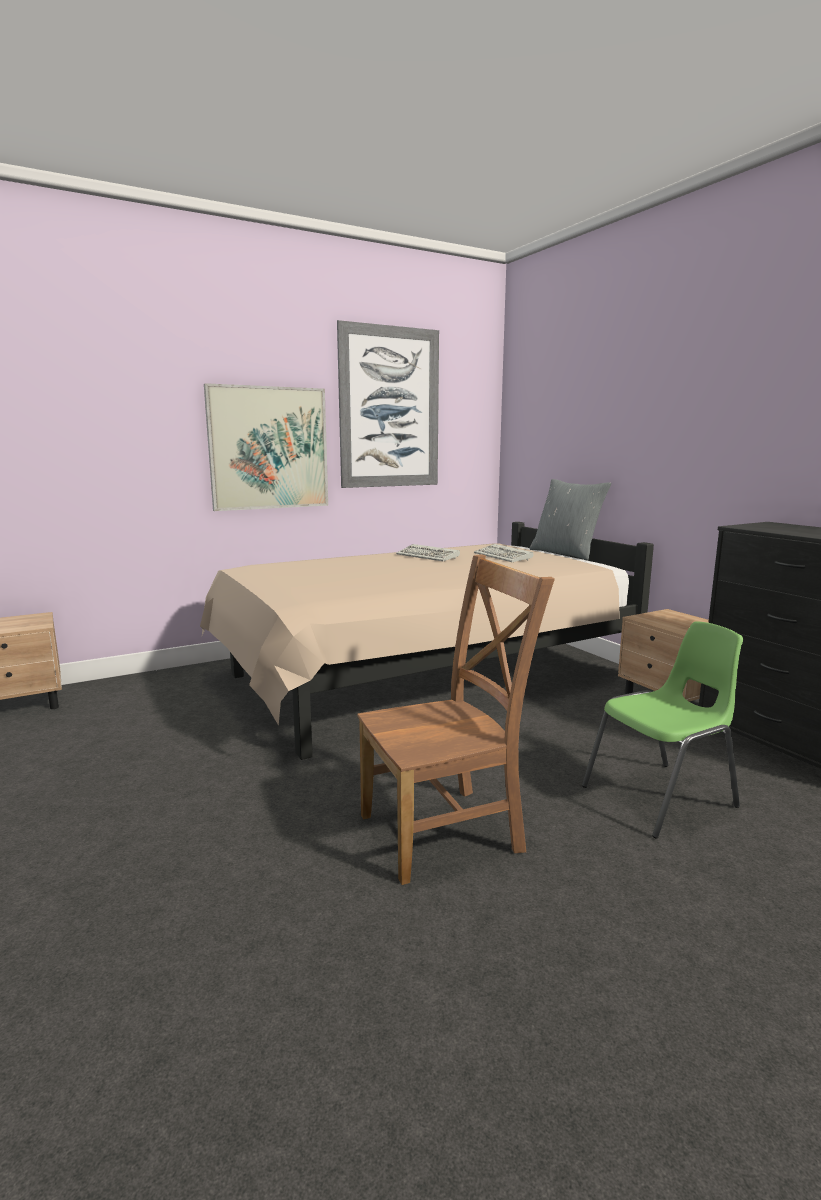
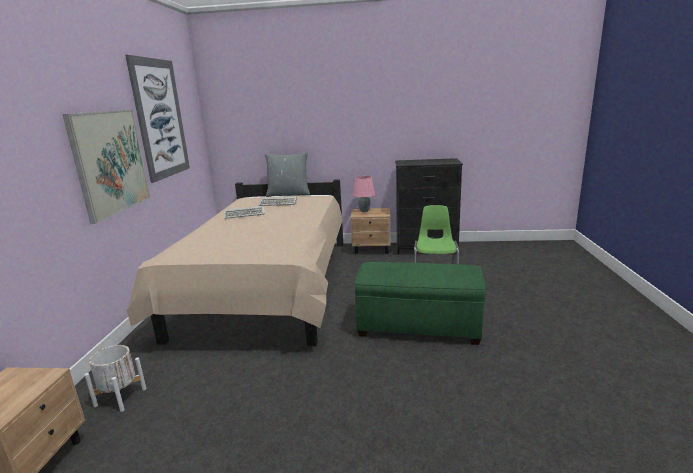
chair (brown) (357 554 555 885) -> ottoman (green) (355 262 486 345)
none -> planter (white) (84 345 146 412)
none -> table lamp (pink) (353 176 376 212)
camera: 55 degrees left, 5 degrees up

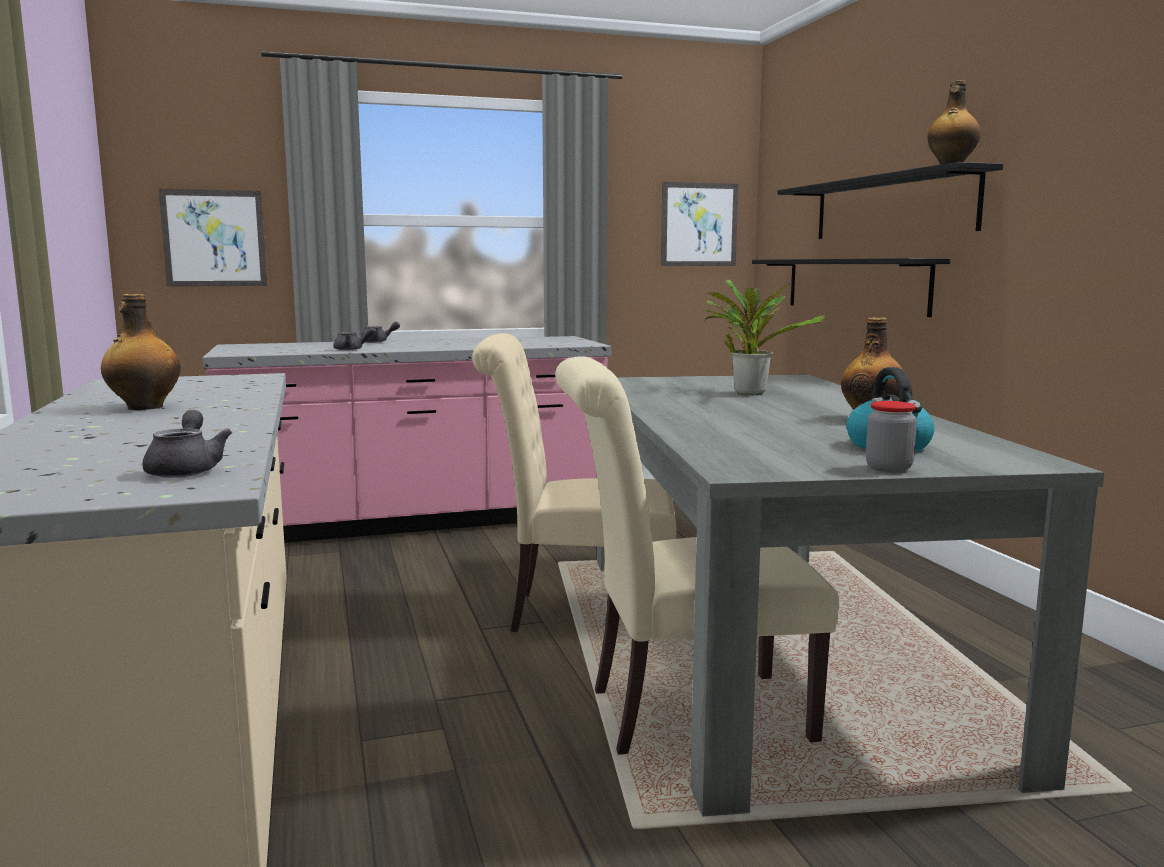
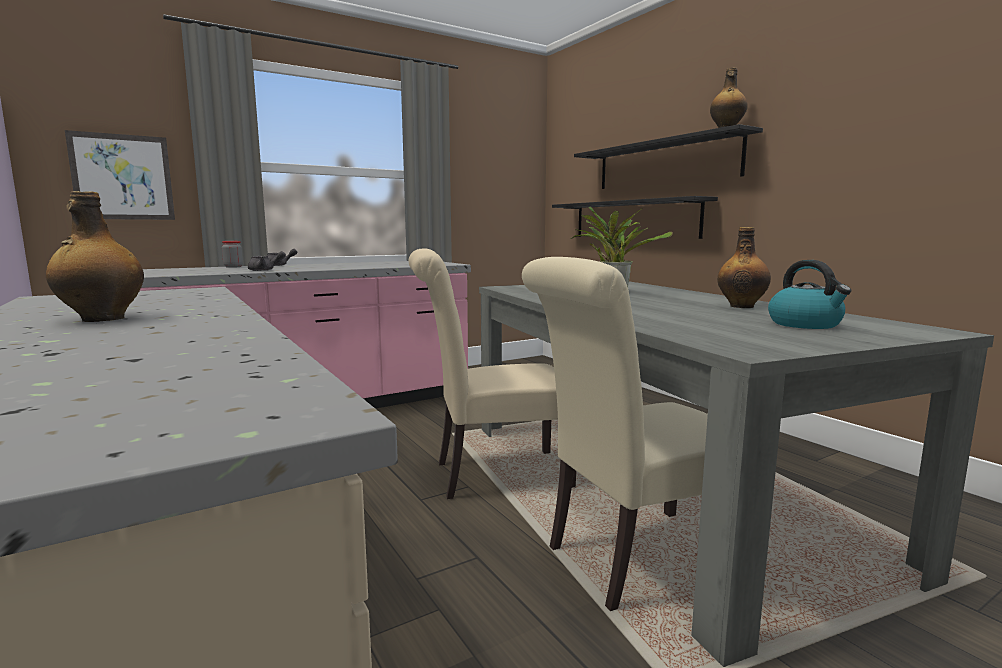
teapot (grey) (143 410 232 478) -> none
picture (661 182 738 266) -> none
jar (866 401 917 473) -> jar (222 241 243 268), relocated
camera: 15 degrees left, 0 degrees up

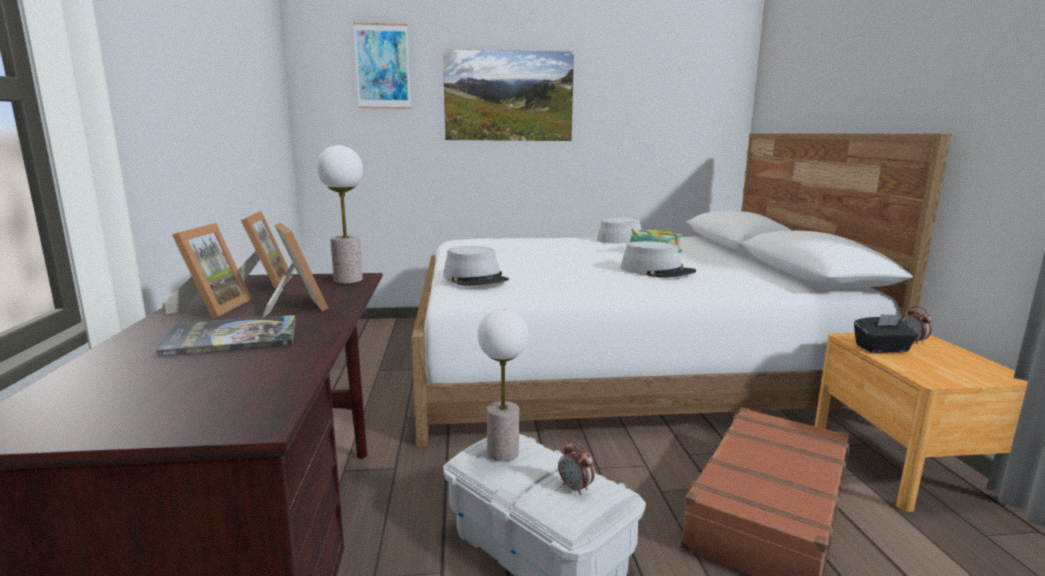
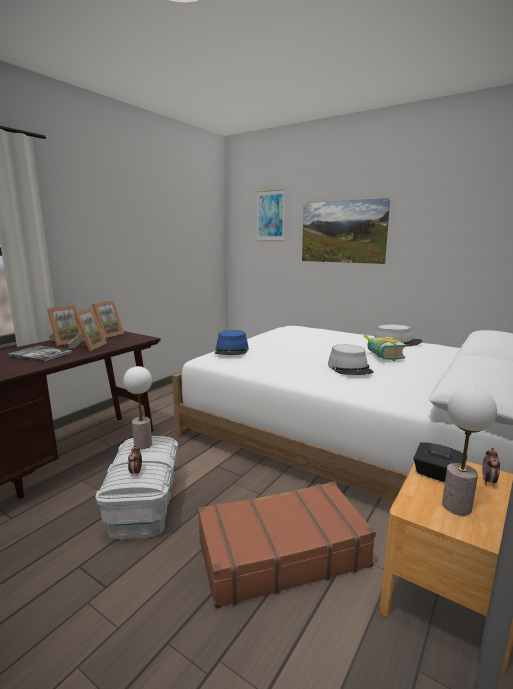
table lamp (317 145 363 284) -> table lamp (442 387 497 516), relocated
hat (grey) (443 246 509 286) -> hat (blue) (215 330 249 355)
camera: 40 degrees right, 0 degrees up

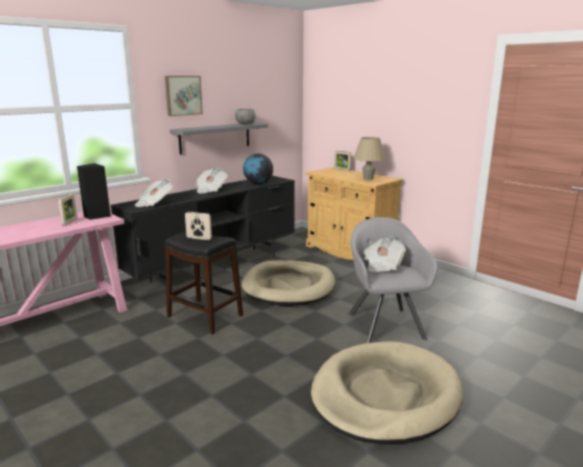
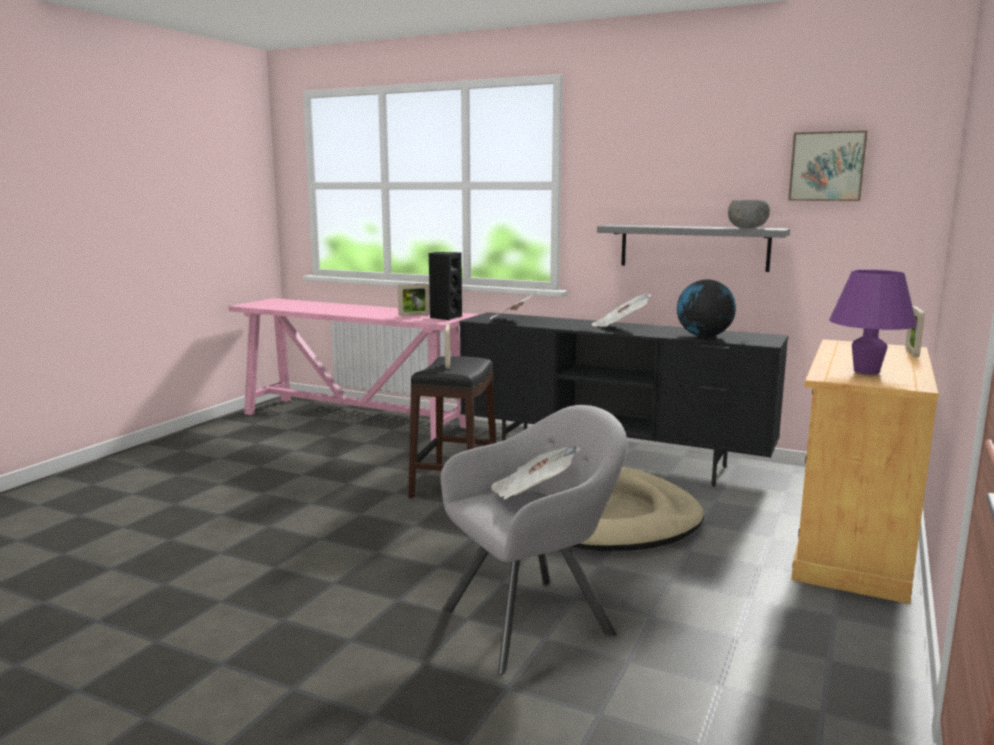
picture (165 76 203 116) -> picture (788 131 868 201), relocated
dog bed (beige) (311 341 463 444) -> none
table lamp (beige) (353 137 386 180) -> table lamp (purple) (829 269 917 375)
camera: 70 degrees right, 5 degrees down

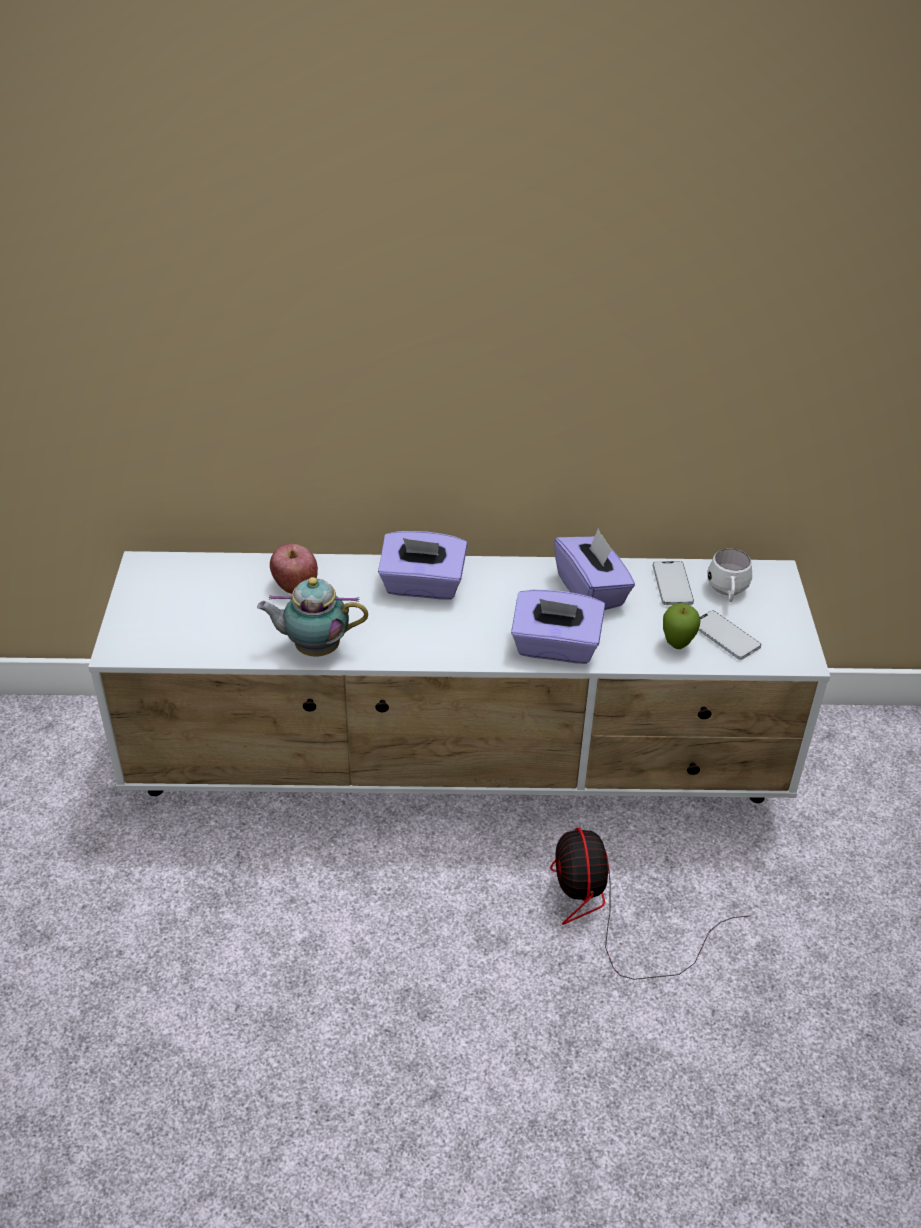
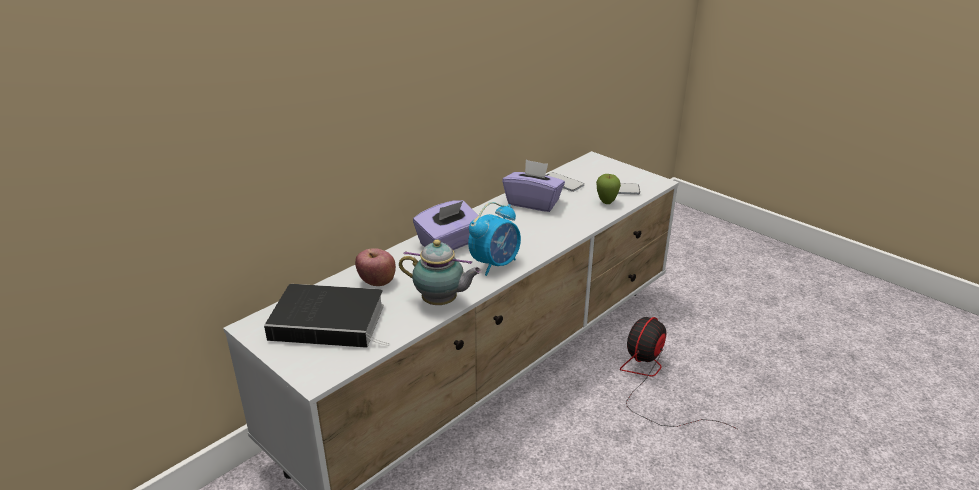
teapot (257 577 368 657) -> teapot (399 239 482 305), 120 degrees counterclockwise
tissue box (purple) (511 589 605 664) -> none
fan (550 827 751 980) -> fan (620 317 737 429), 90 degrees clockwise
mug (white) (707 549 752 602) -> none
none -> book (264 284 390 348)
none -> alarm clock (468 202 521 276)
camera: 45 degrees left, 10 degrees down

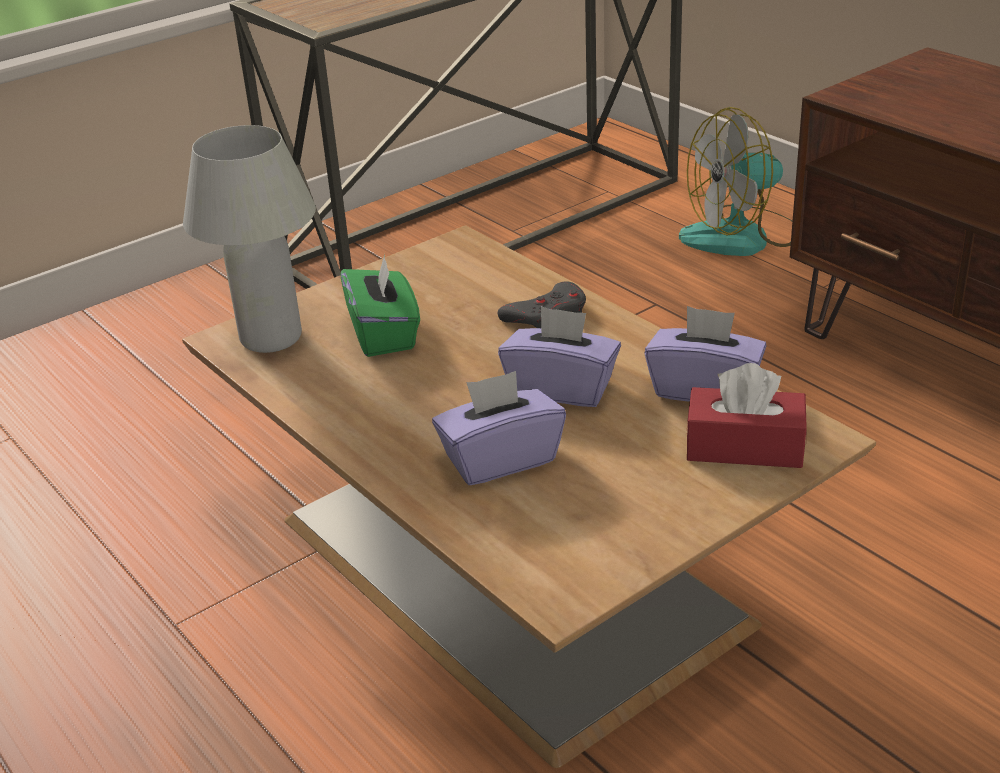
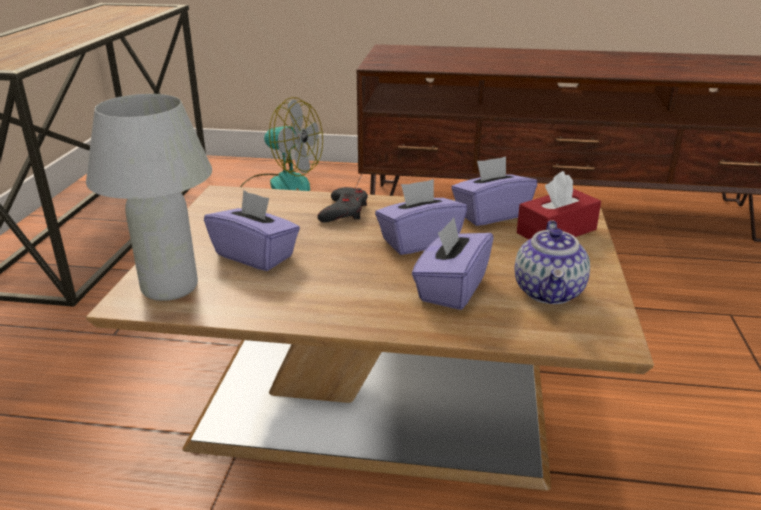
tissue box (green) (340 254 420 357) -> tissue box (purple) (204 190 300 271)
fan (679 107 792 256) -> fan (240 97 323 191), 90 degrees counterclockwise
none -> teapot (515 220 590 304)
camera: 45 degrees left, 5 degrees down

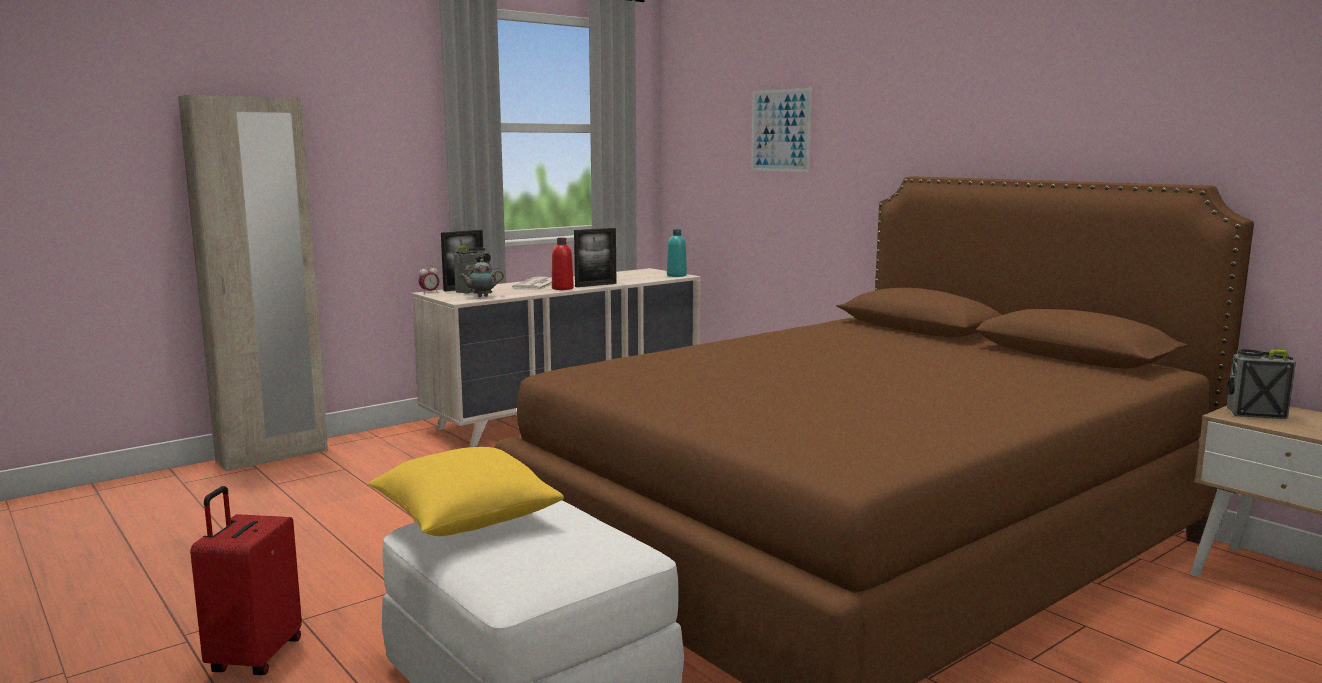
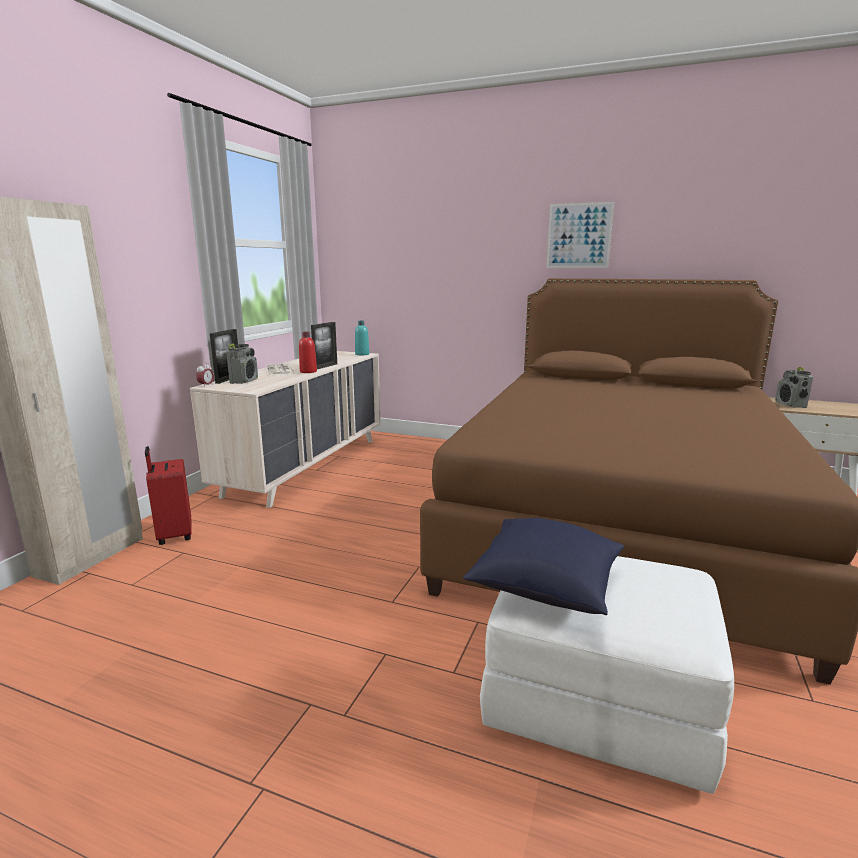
suitcase (red) (190 486 302 675) -> suitcase (red) (145 446 192 545), relocated
pillow (yellow) (368 447 564 536) -> pillow (blue) (463 518 625 615)
teapot (459 259 504 297) -> none
picture (751 88 812 172) -> picture (546 202 614 268), relocated
radio (1227 349 1296 419) -> radio (775 367 813 408), 75 degrees counterclockwise
camera: 30 degrees left, 5 degrees up

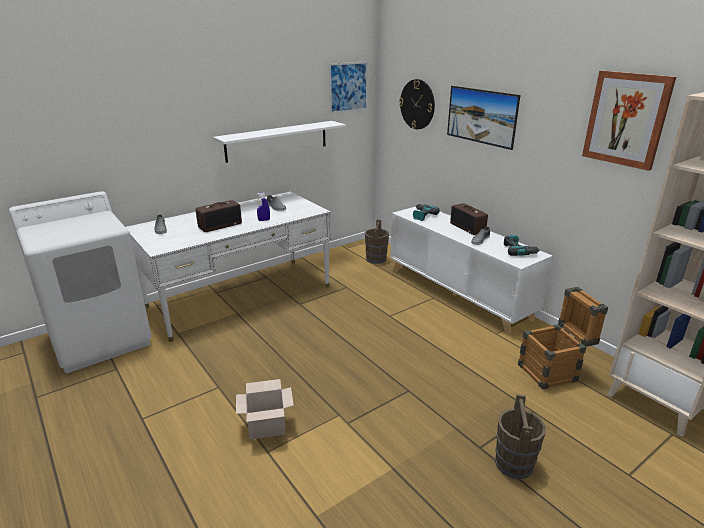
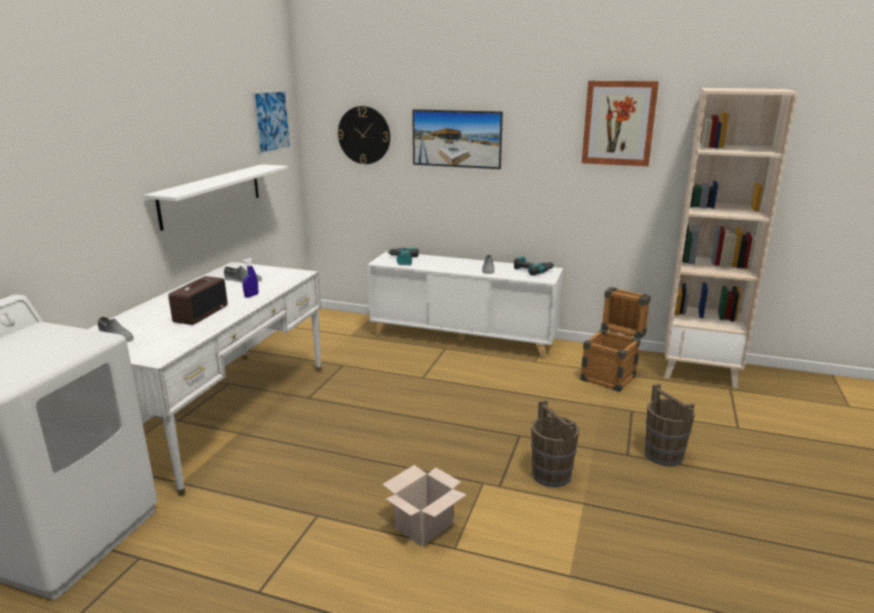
bucket (brown) (365 220 389 264) -> bucket (brown) (531 400 579 487), relocated
radio (450 203 488 235) -> none
camera: 35 degrees left, 5 degrees down

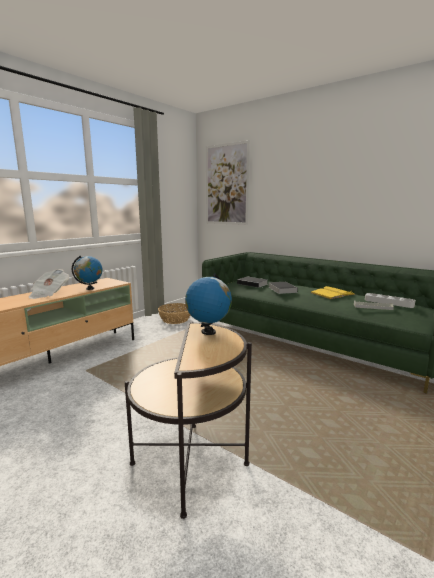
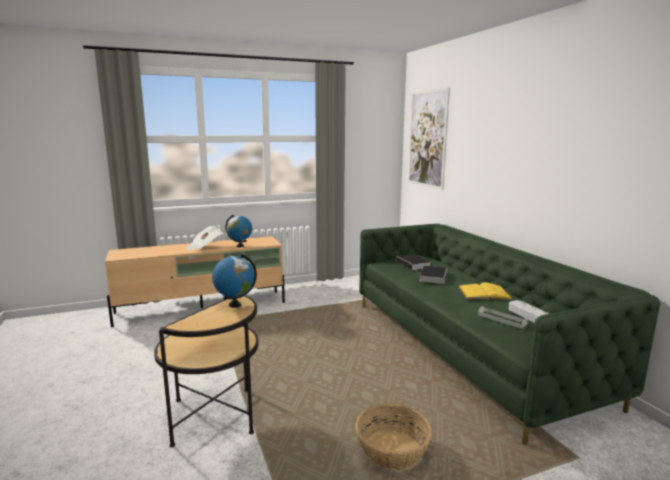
basket (158 303 190 324) -> basket (355 404 432 470), relocated
camera: 30 degrees right, 0 degrees up

